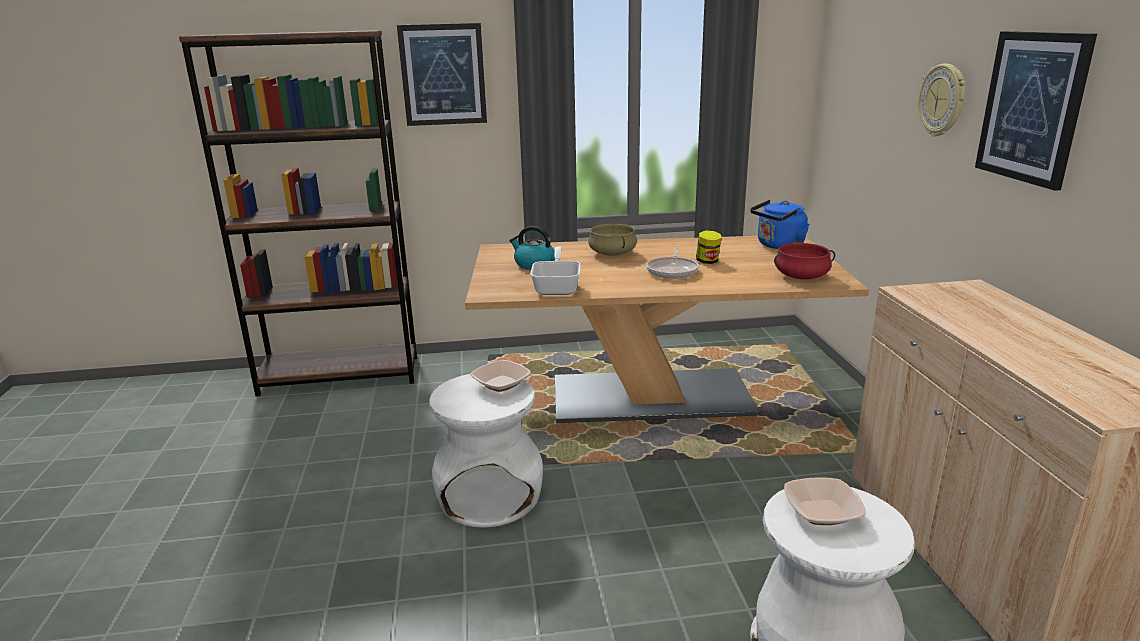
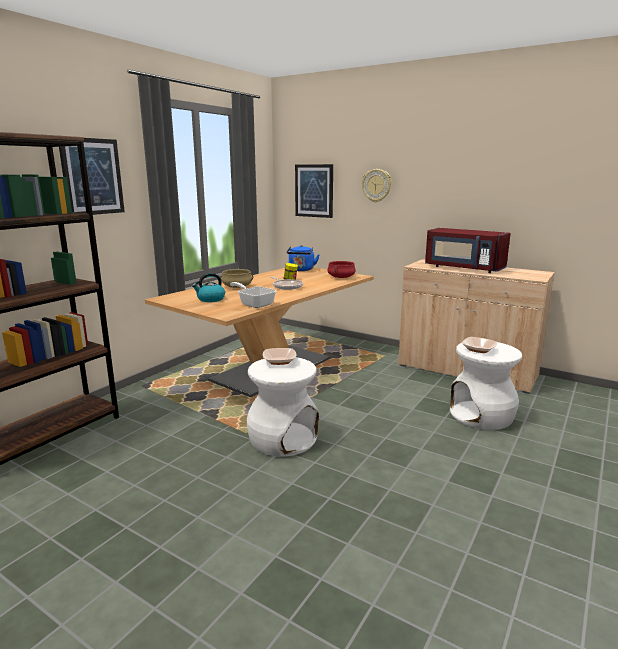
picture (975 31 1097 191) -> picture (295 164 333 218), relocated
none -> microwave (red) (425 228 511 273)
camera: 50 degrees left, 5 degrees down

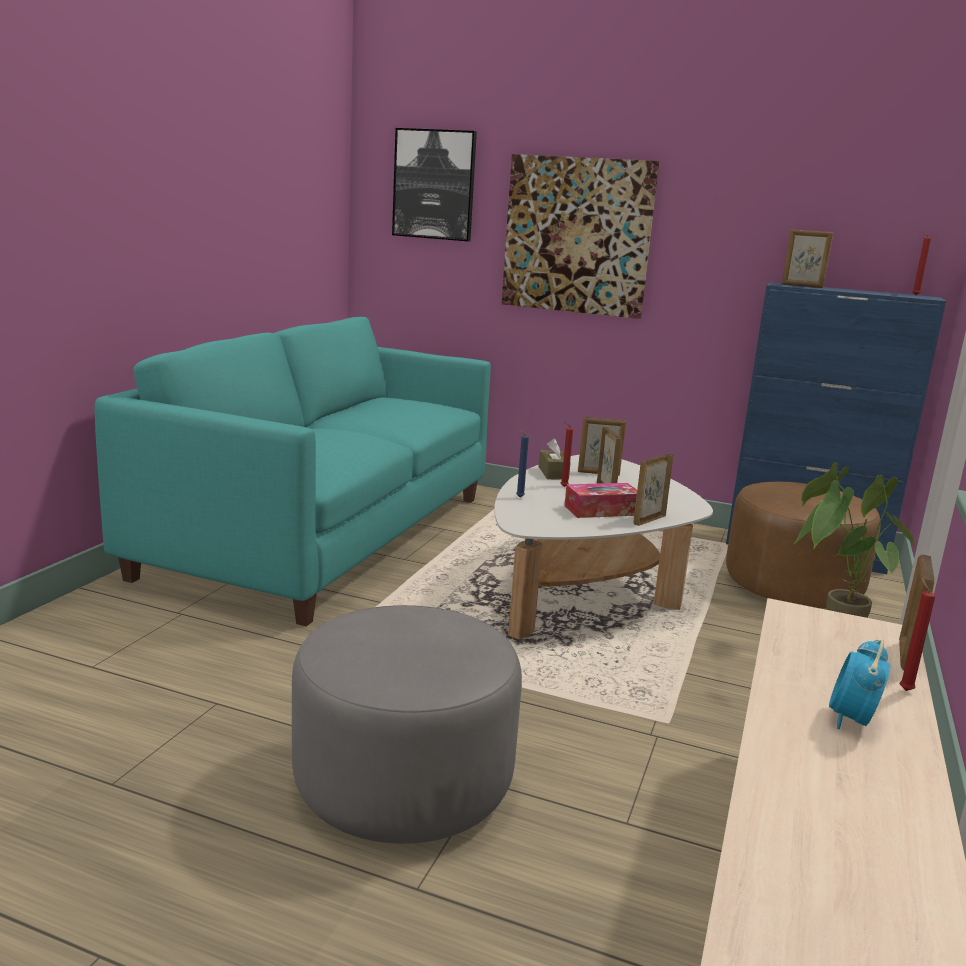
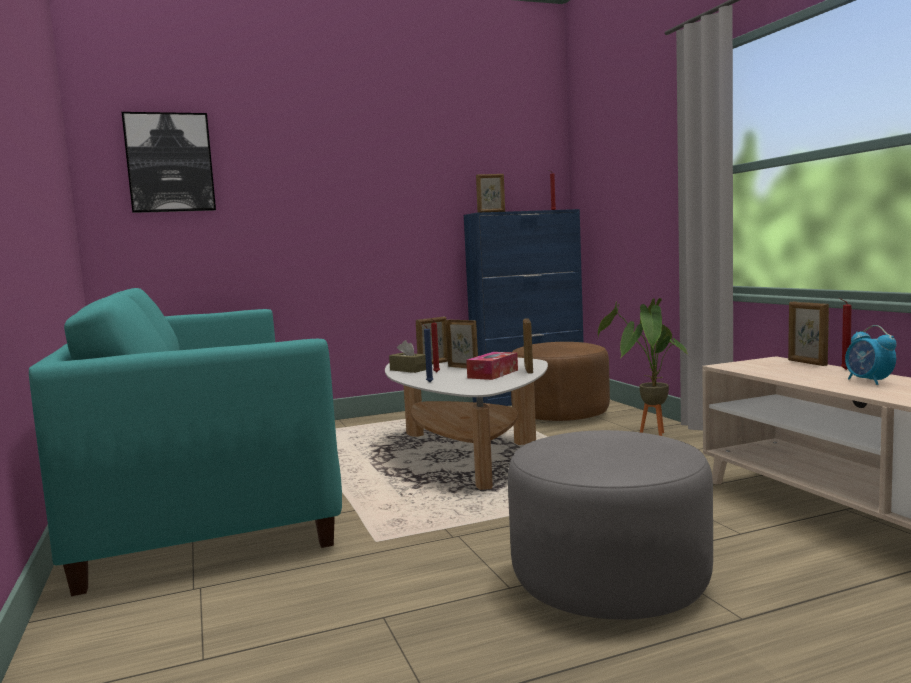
picture (501 154 659 319) -> none
camera: 40 degrees left, 10 degrees down

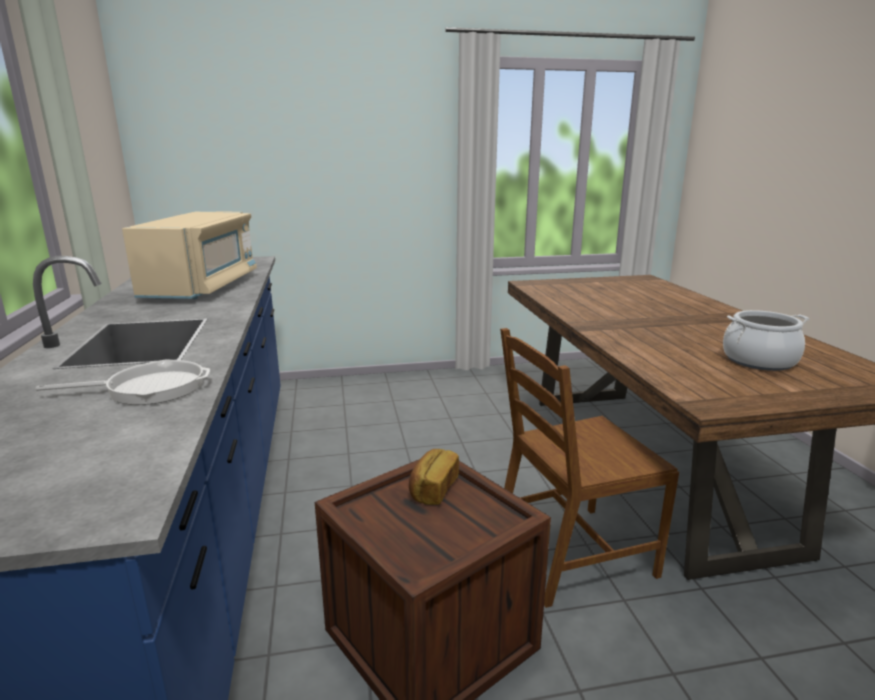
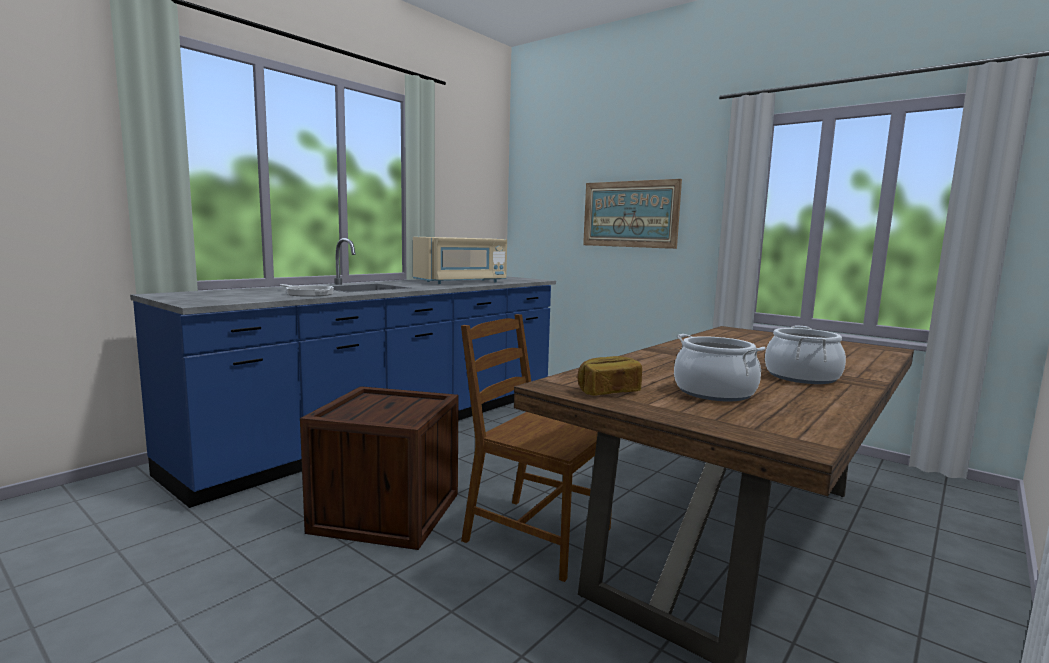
bread (409 449 459 505) -> bread (577 356 642 396), relocated
none -> picture (583 179 682 249)
none -> cooking pot (765 325 846 384)
camera: 50 degrees right, 10 degrees down

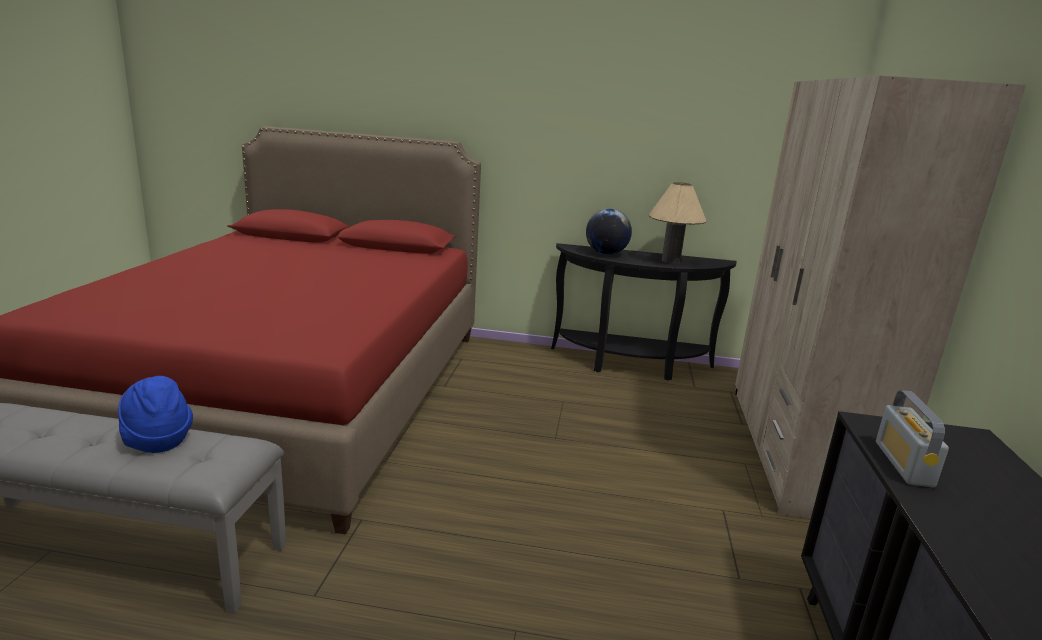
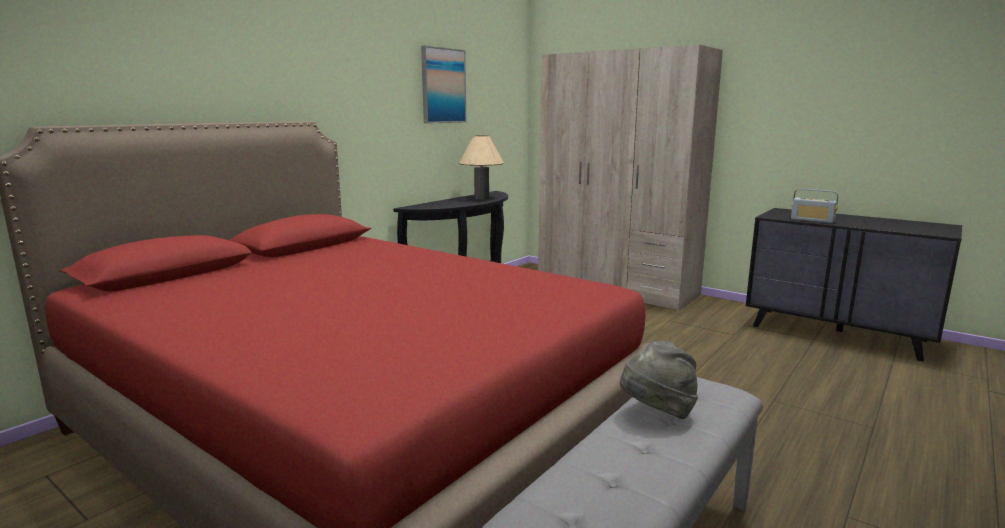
hat (blue) (118 376 193 453) -> hat (grey) (620 340 698 419)
globe (586 209 632 255) -> none
none -> picture (421 46 466 124)
camera: 60 degrees left, 5 degrees down

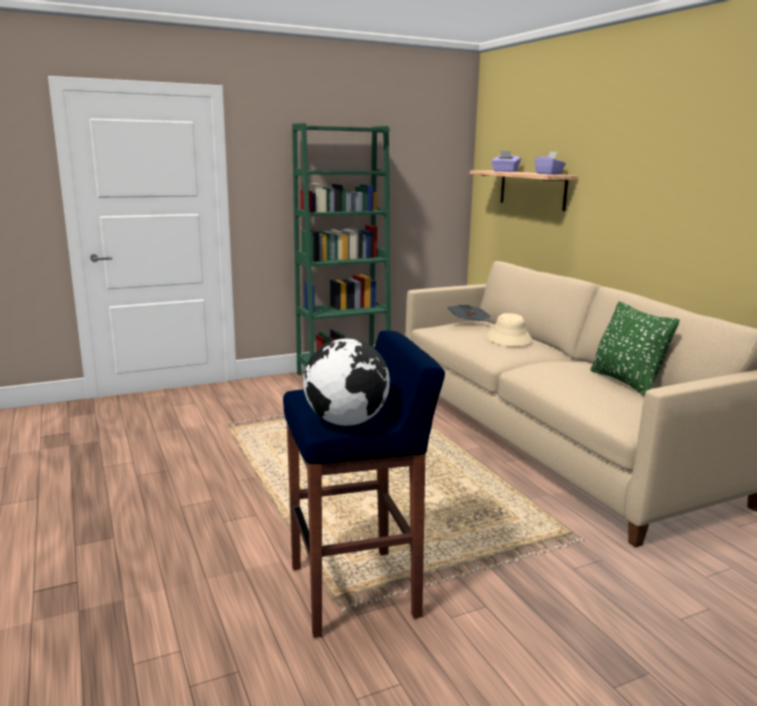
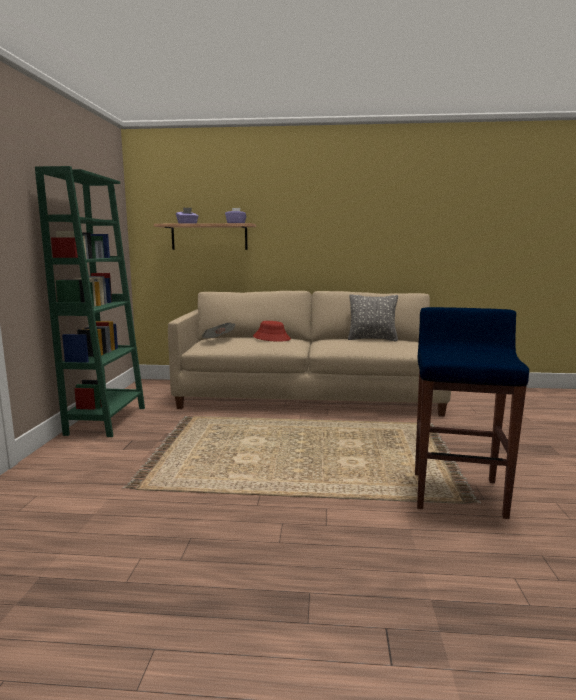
globe (303 338 390 426) -> none
hat (beige) (487 313 532 347) -> hat (red) (253 321 291 342)
pillow (green) (590 301 680 396) -> pillow (grey) (348 294 398 341)
camera: 60 degrees left, 5 degrees down

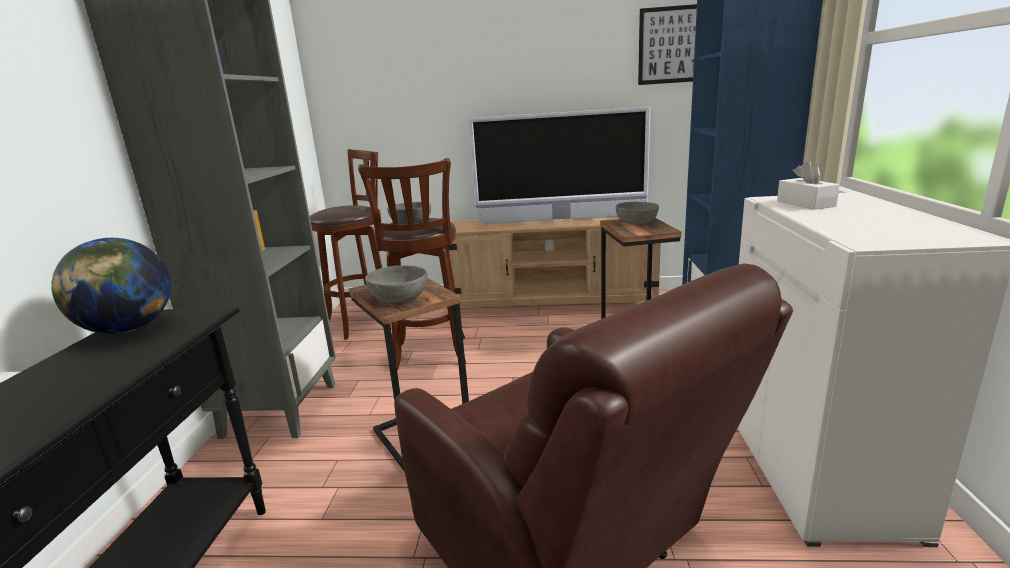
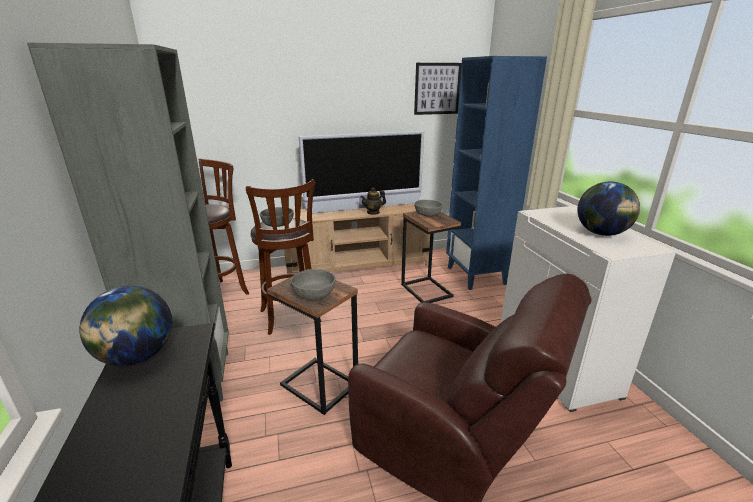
tissue box (white) (777 161 840 210) -> none
none -> teapot (360 187 386 215)
none -> globe (577 182 640 236)
camera: 20 degrees left, 5 degrees up

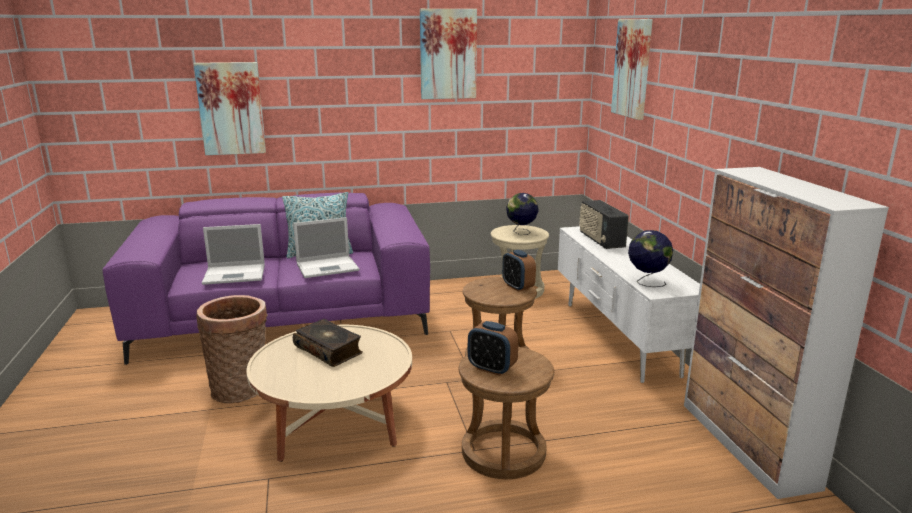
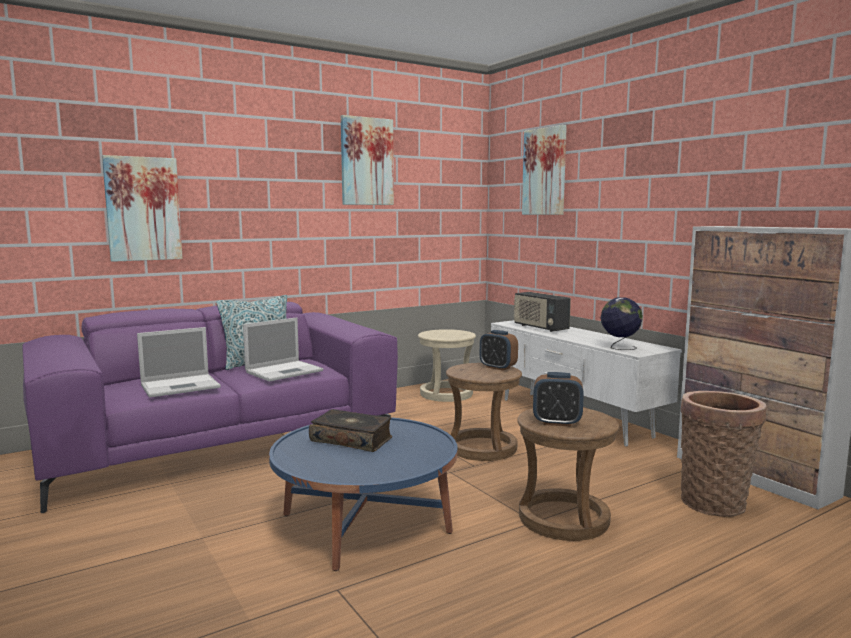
basket (196 295 268 403) -> basket (681 391 767 517), relocated
coffee table (beige) (246 325 412 462) -> coffee table (blue) (269 417 458 571)
globe (506 193 539 235) -> none
camera: 20 degrees left, 10 degrees down

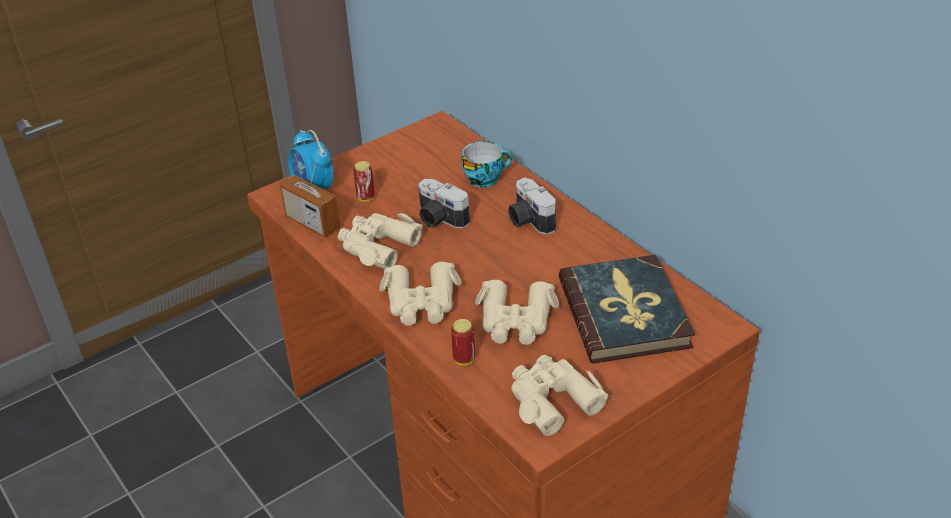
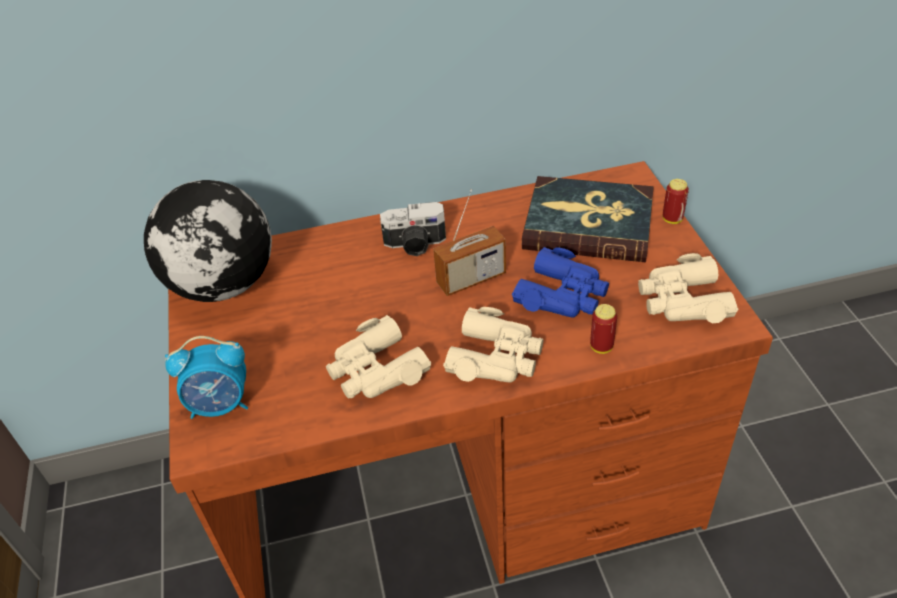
radio (280 150 340 238) -> radio (433 189 506 296), relocated
can (353 161 375 202) -> can (663 179 689 224), relocated
photo camera (418 179 470 228) -> none
cup (461 141 512 188) -> none
binoculars (beige) (475 280 559 345) -> binoculars (blue) (512 247 609 317)
none -> globe (144 180 272 302)
camera: 65 degrees left, 5 degrees up

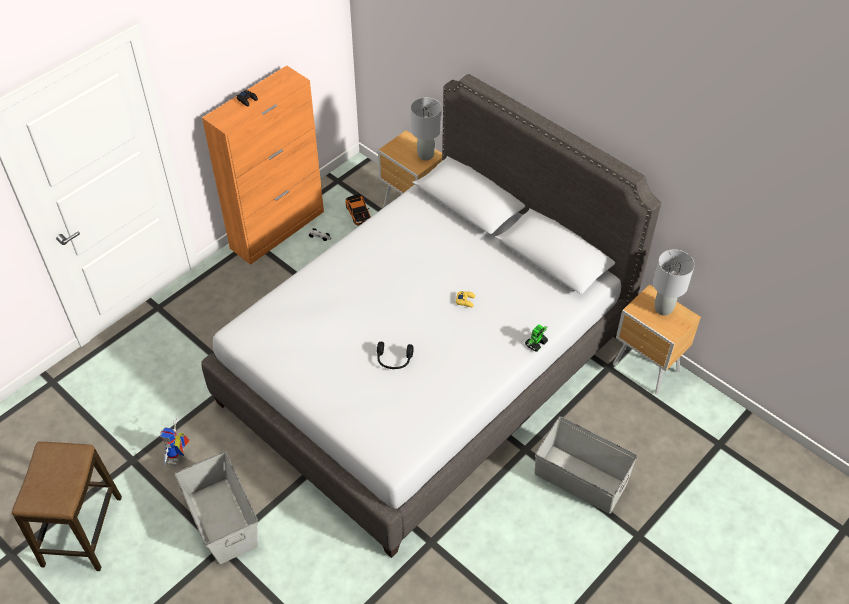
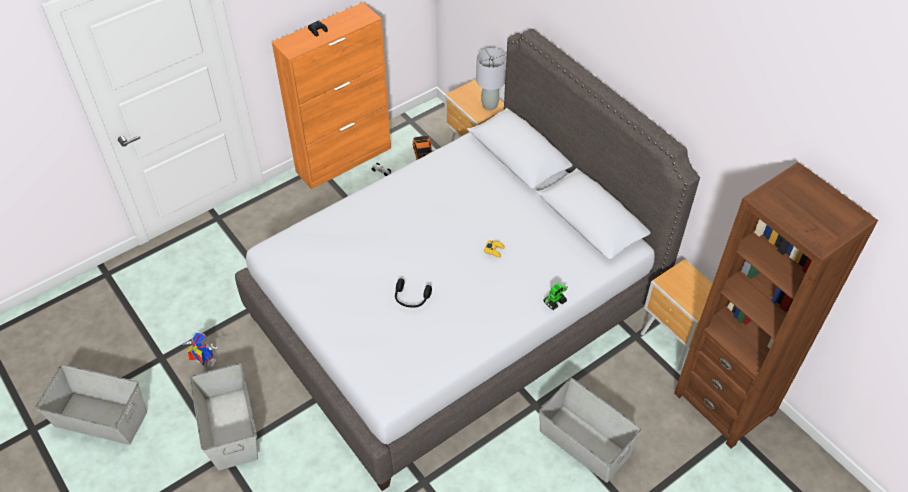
stool (12 442 122 571) -> storage box (grey) (35 364 147 445)
toy robot (160 417 190 467) -> toy robot (182 333 218 368), 90 degrees clockwise
table lamp (grey) (653 249 695 316) -> none
none -> bookcase (brown) (674 162 878 449)
camera: 10 degrees right, 0 degrees up

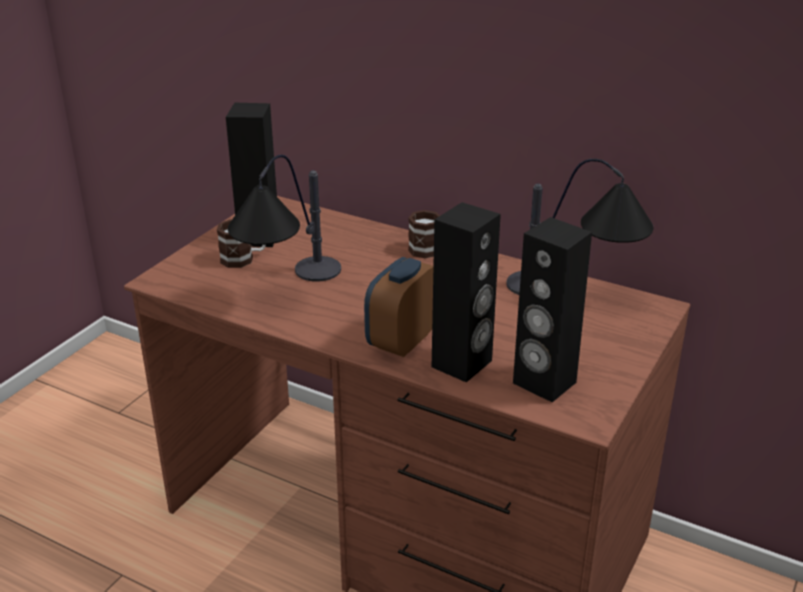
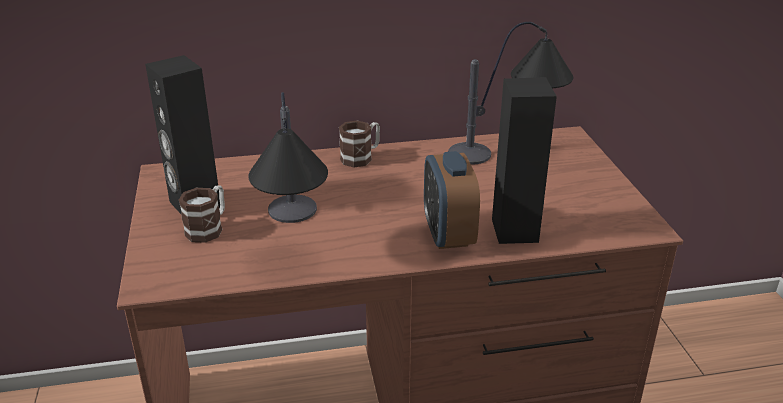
speaker (black) (513 217 592 402) -> none
camera: 40 degrees left, 0 degrees up

